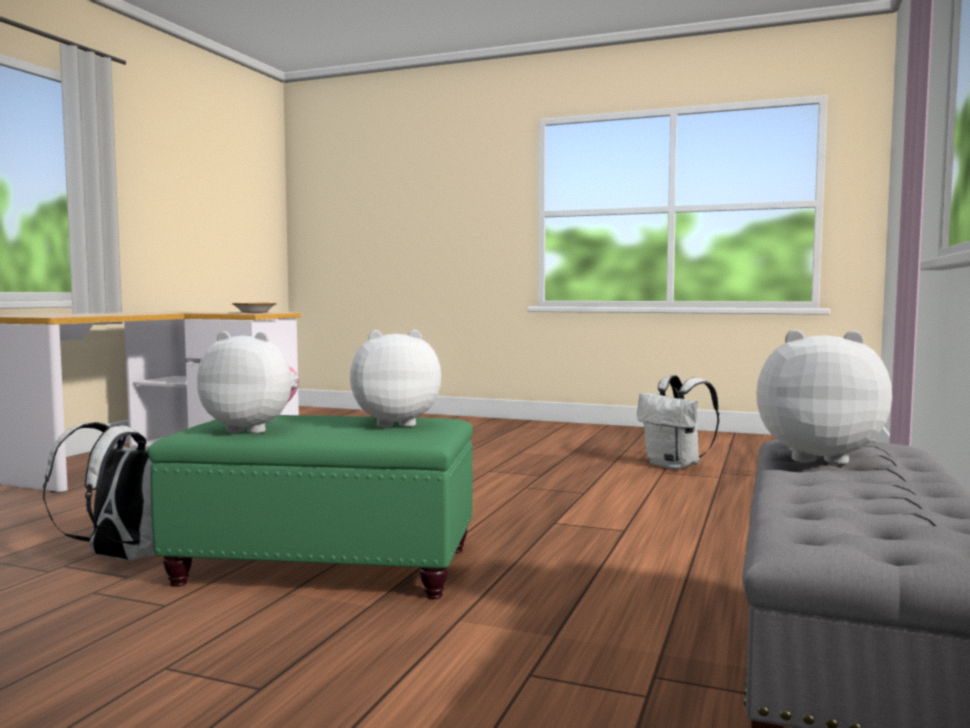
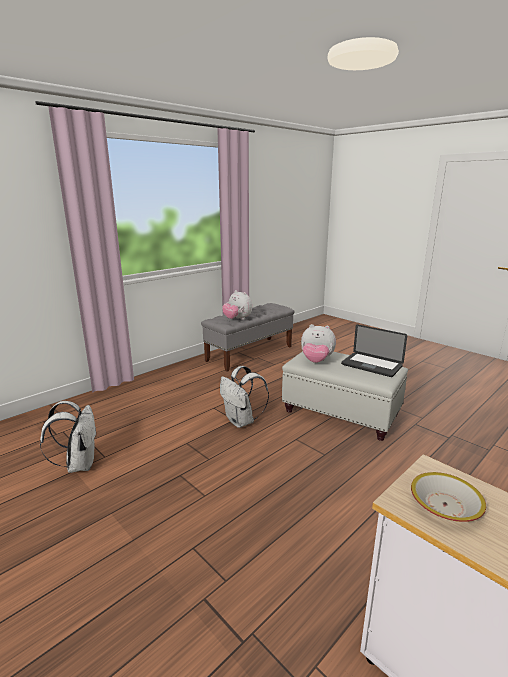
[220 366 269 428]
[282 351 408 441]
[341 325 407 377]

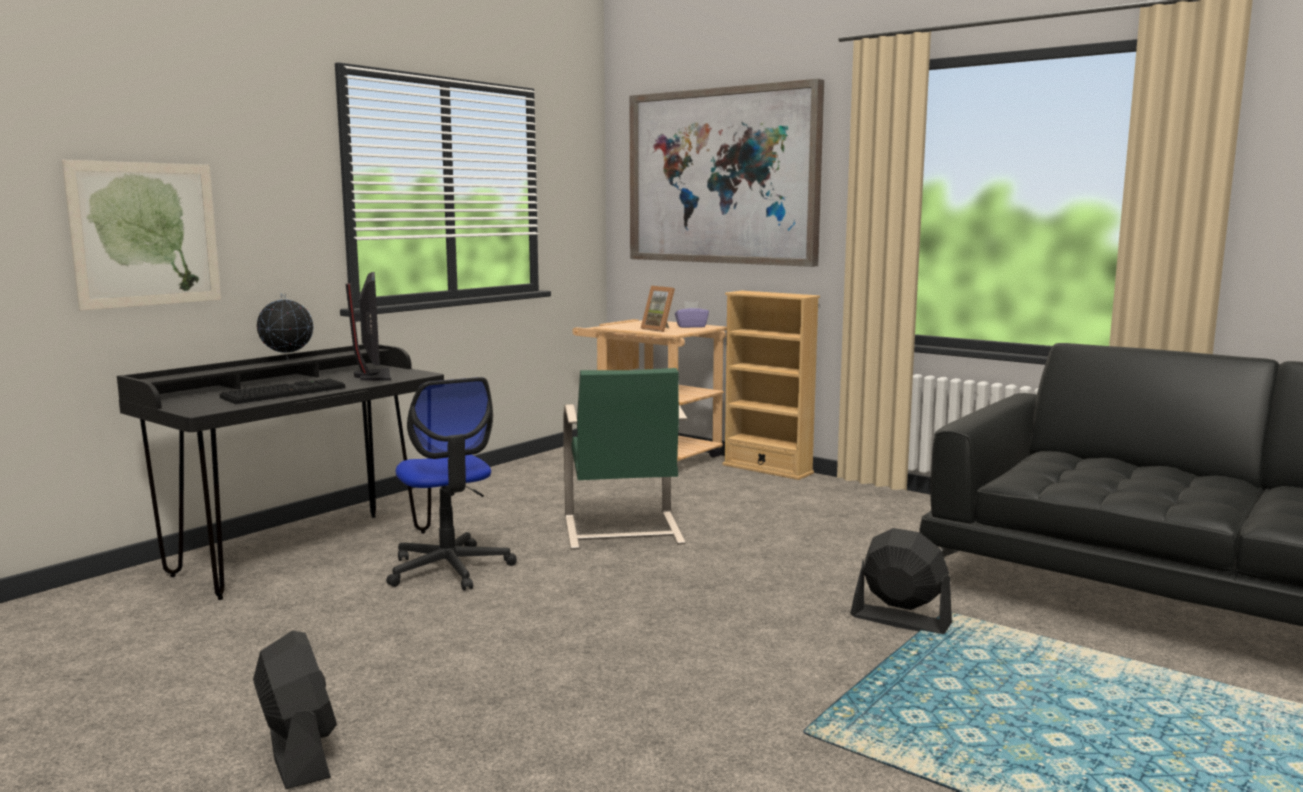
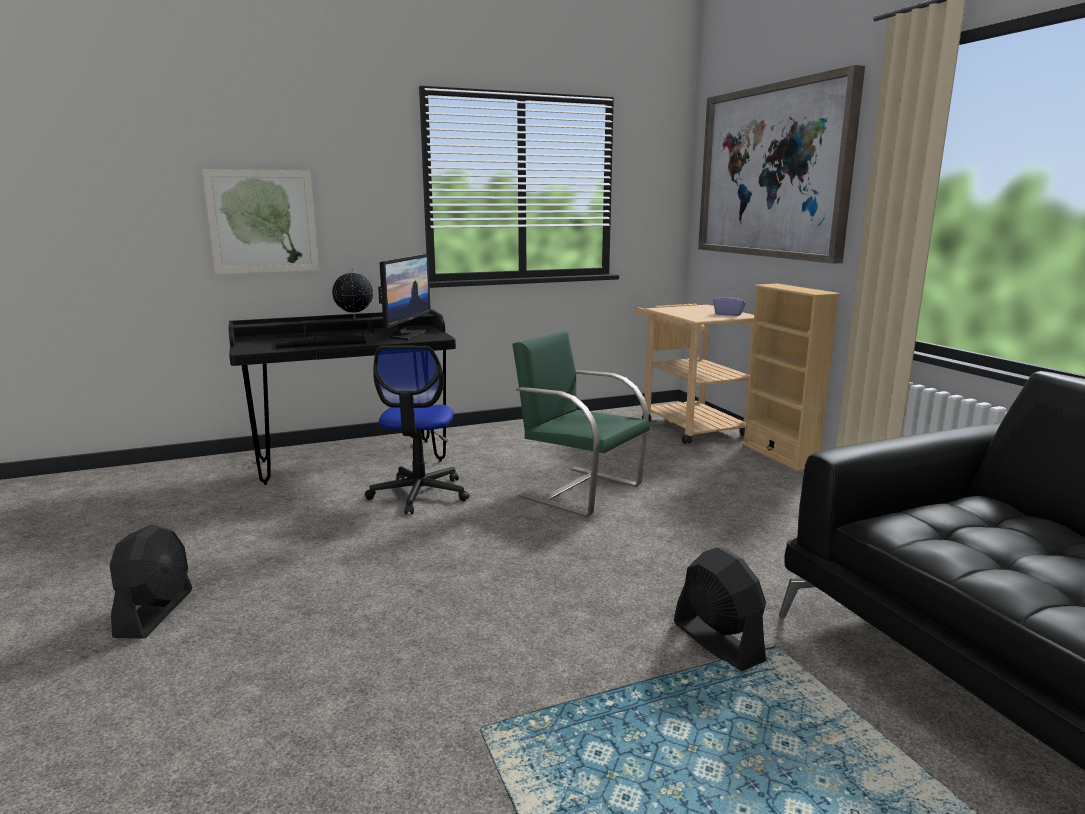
[512 331 650 517]
[641 286 675 332] (first image)

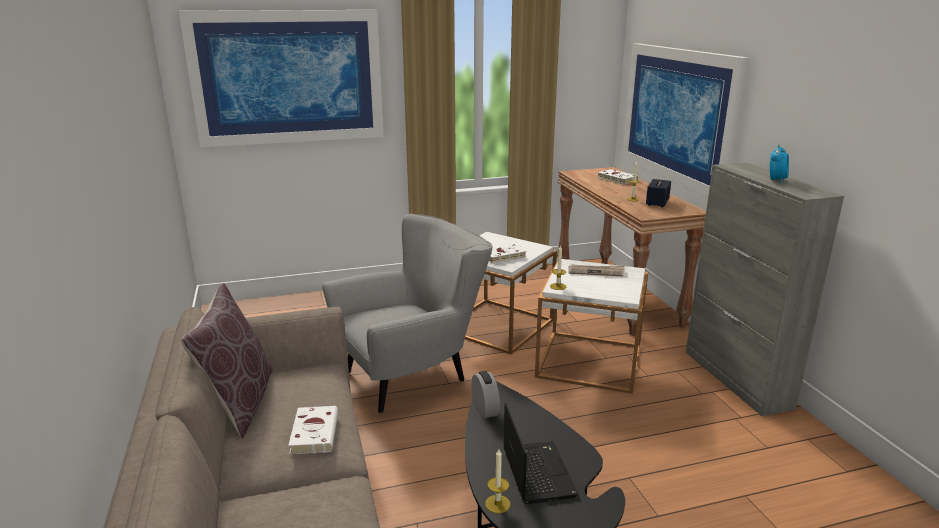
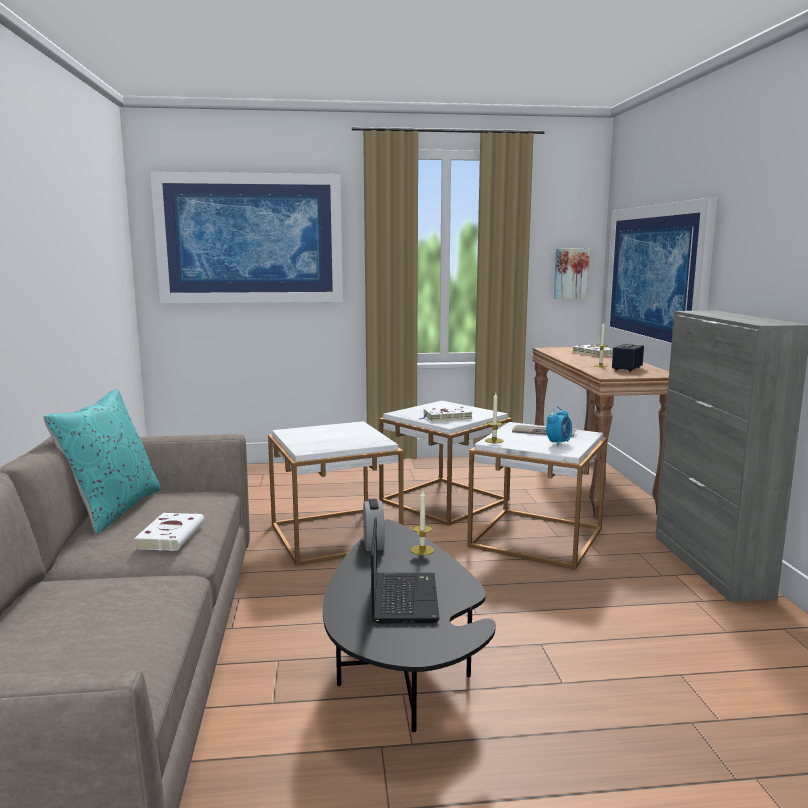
[43 389 161 535]
[268 421 403 566]
[411 491 434 555]
[546 406 572 447]
[554 248 590 299]

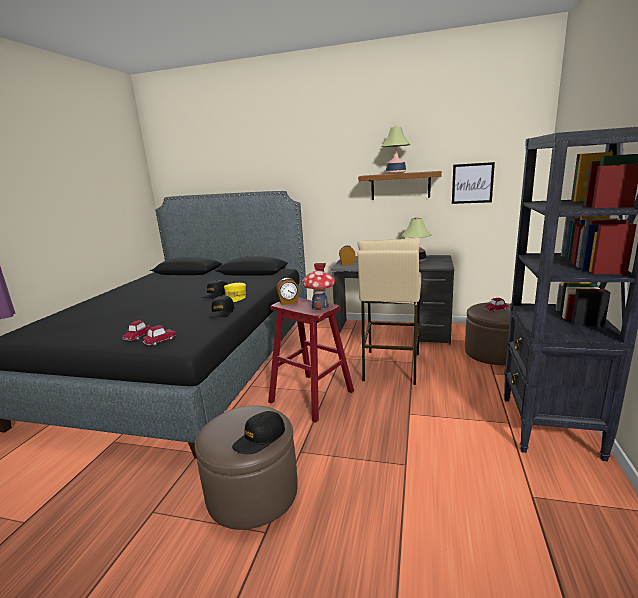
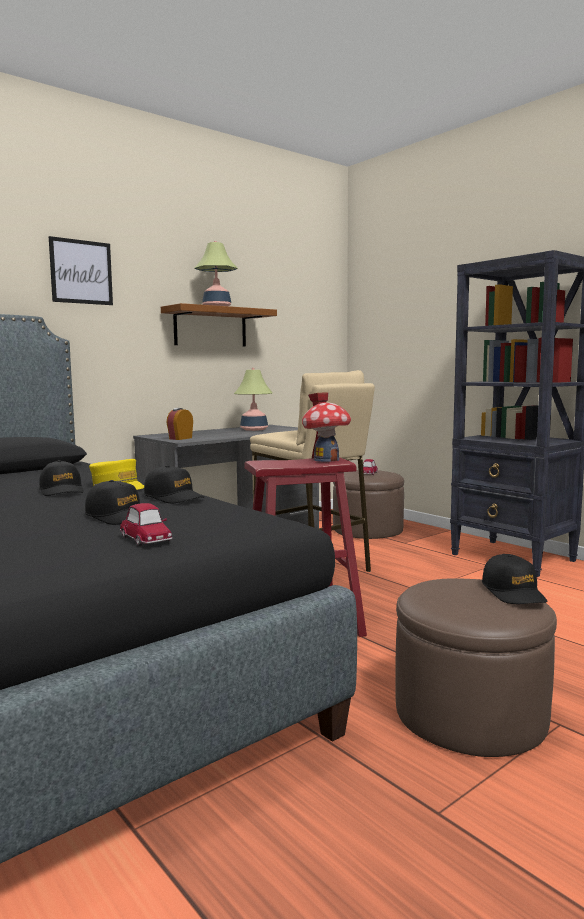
[143 325 176 346] (first image)
[276 278 299 305] (first image)
[49 236 113 305]
[85 480 140 525]

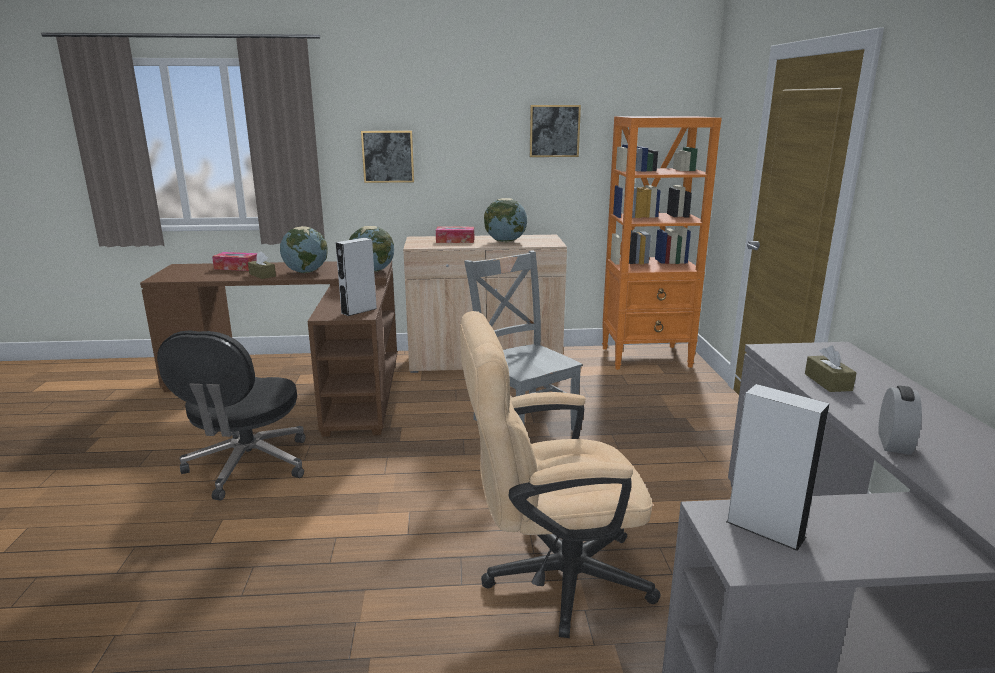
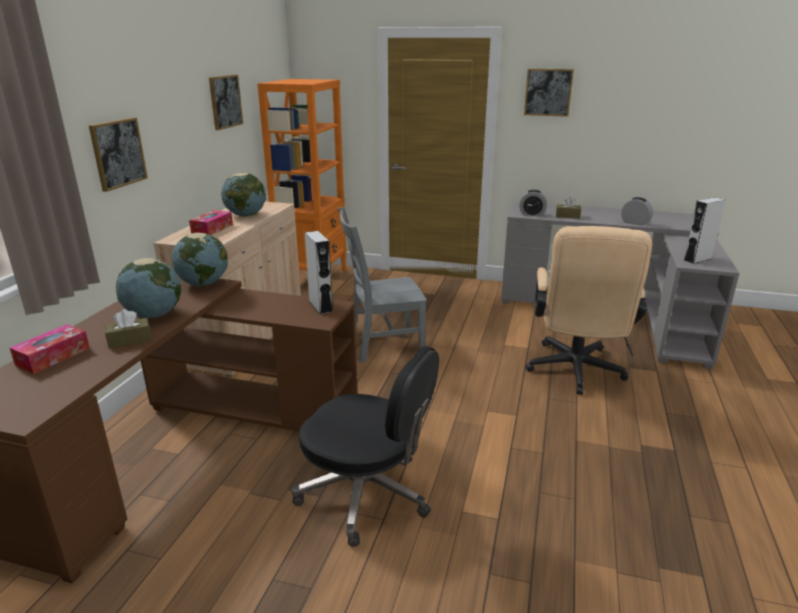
[519 190 547 216]
[524 69 574 117]

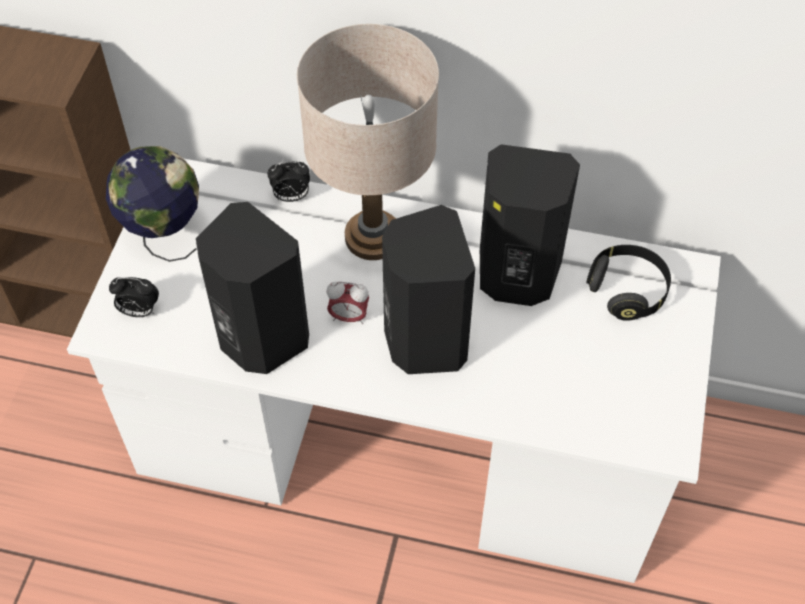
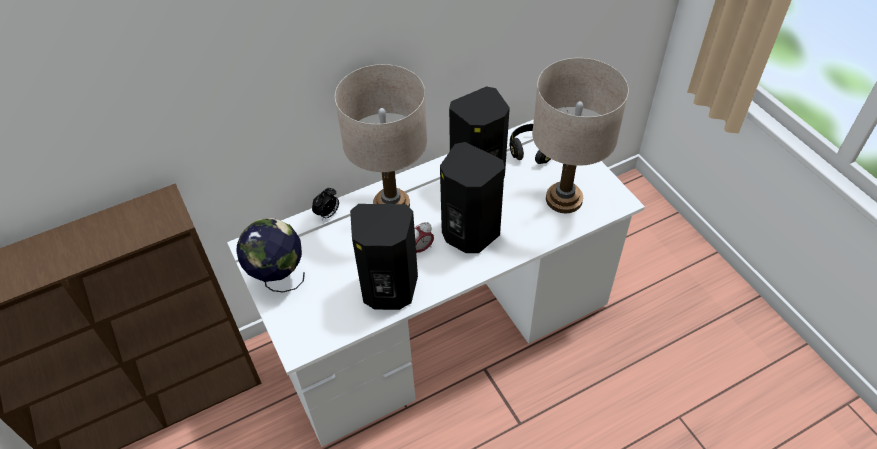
[109 277 159 317] (first image)
[532 58 629 213]

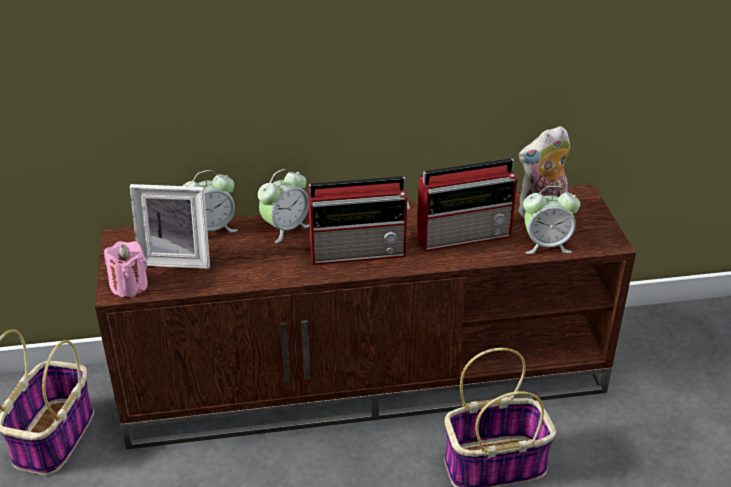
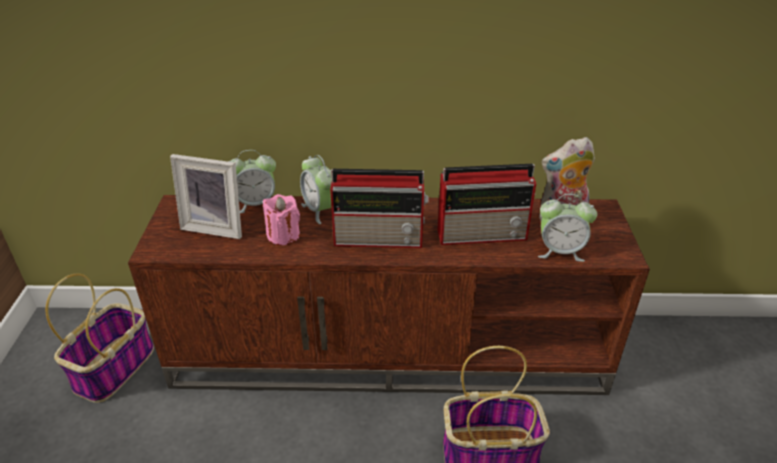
[263 194 300 245]
[300 155 332 224]

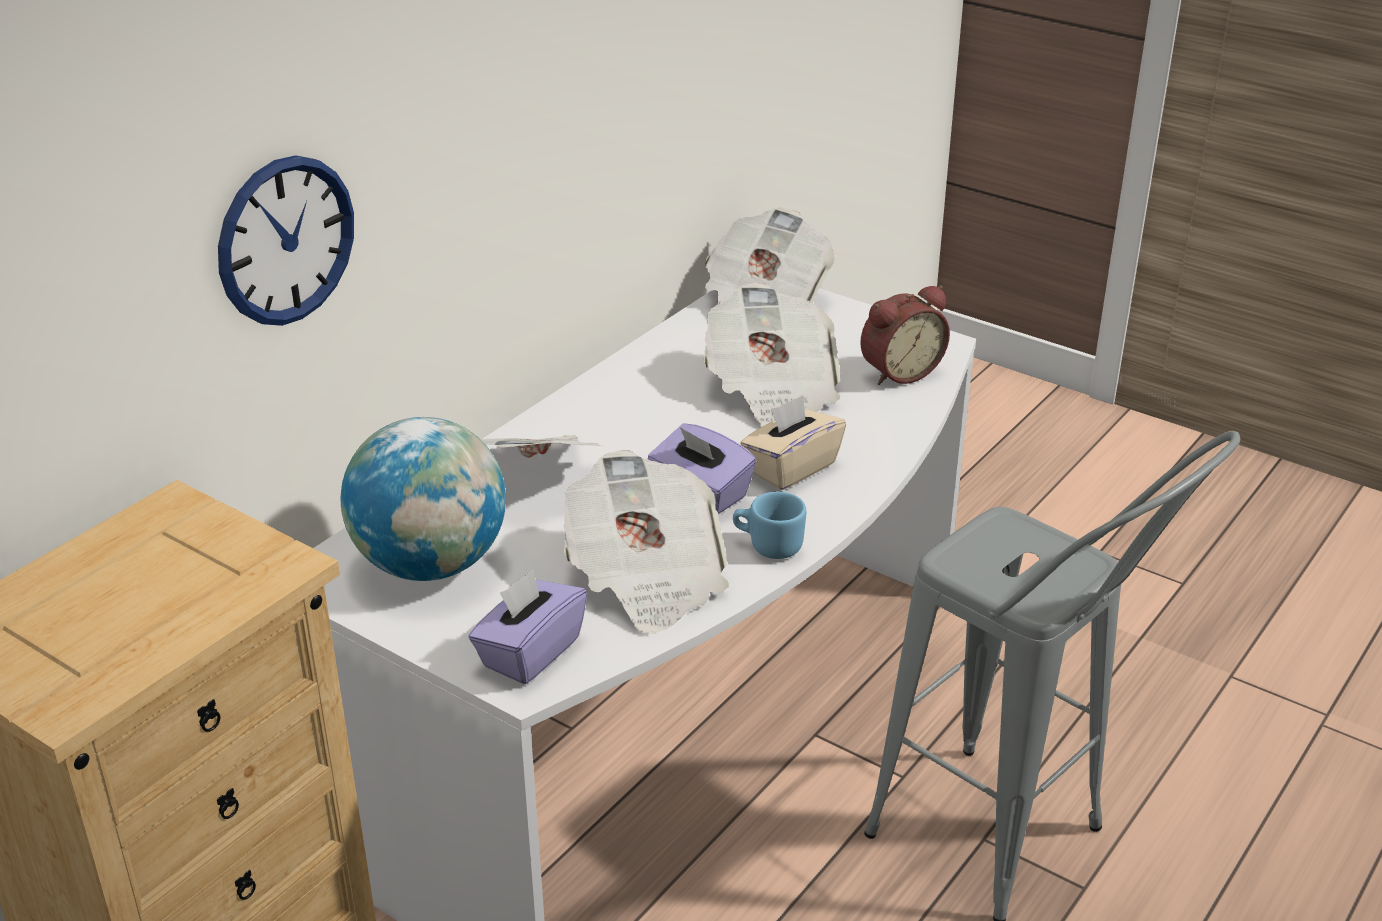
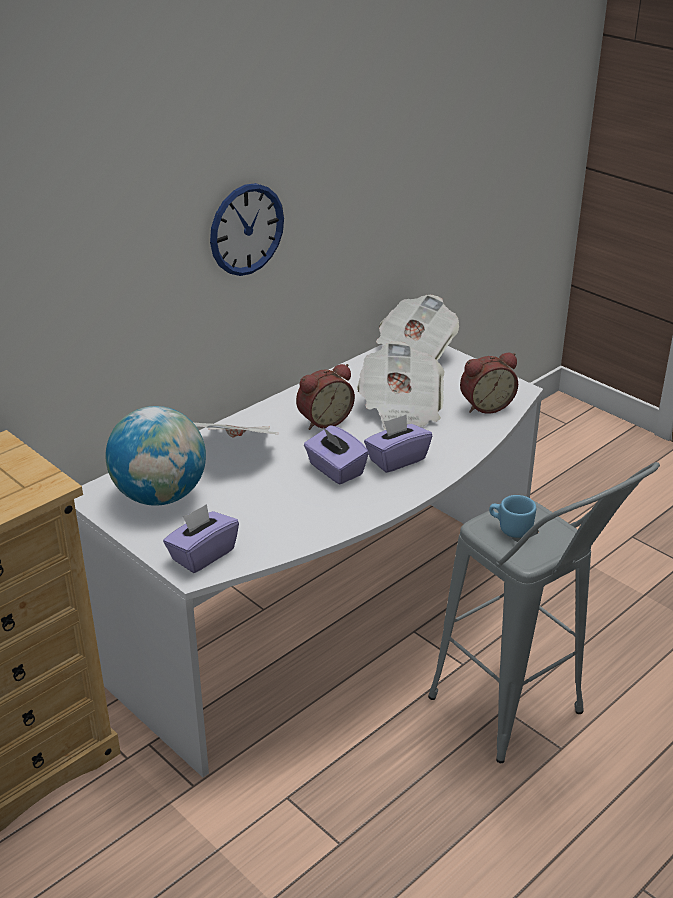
[210 183 284 276]
[564 450 729 634] (first image)
[489 495 536 538]
[364 415 432 473]
[296 364 355 430]

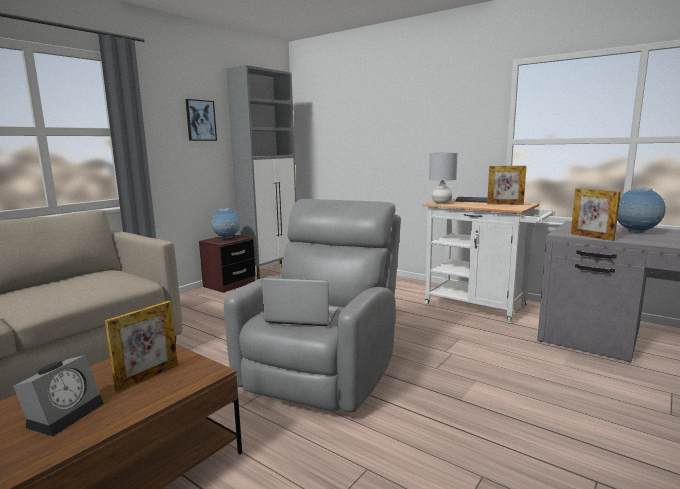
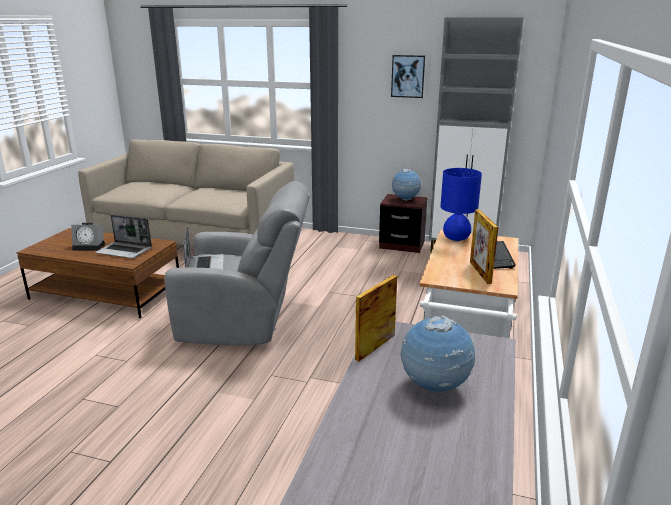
[95 215 152 258]
[440 168 482 241]

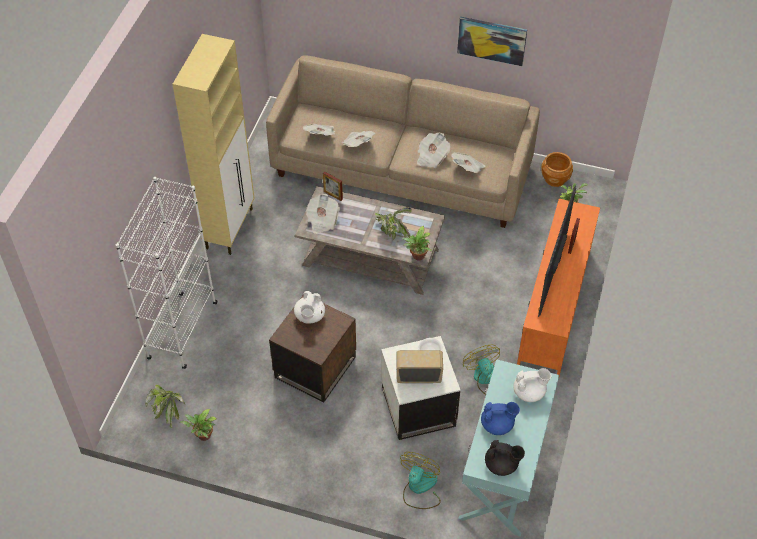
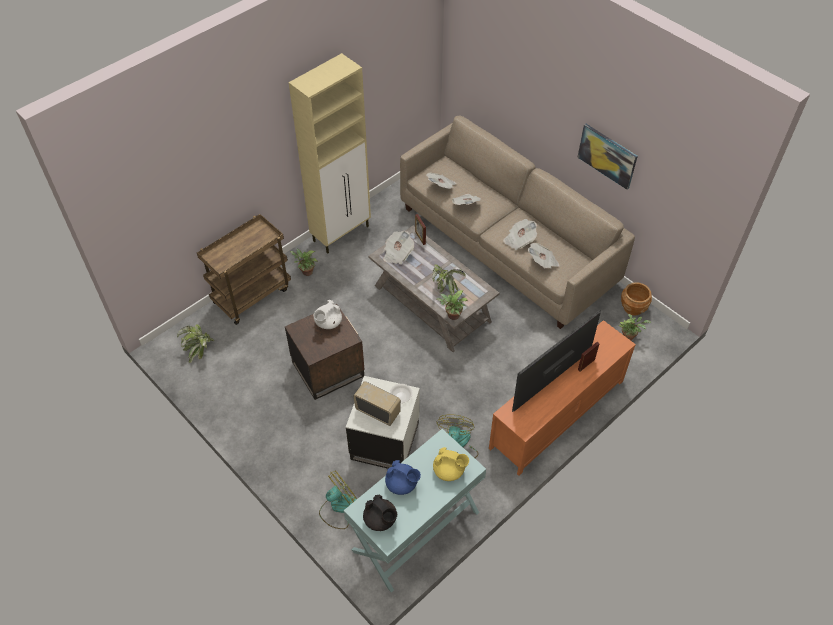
[197 214 291 325]
[290 249 318 276]
[433 447 469 481]

